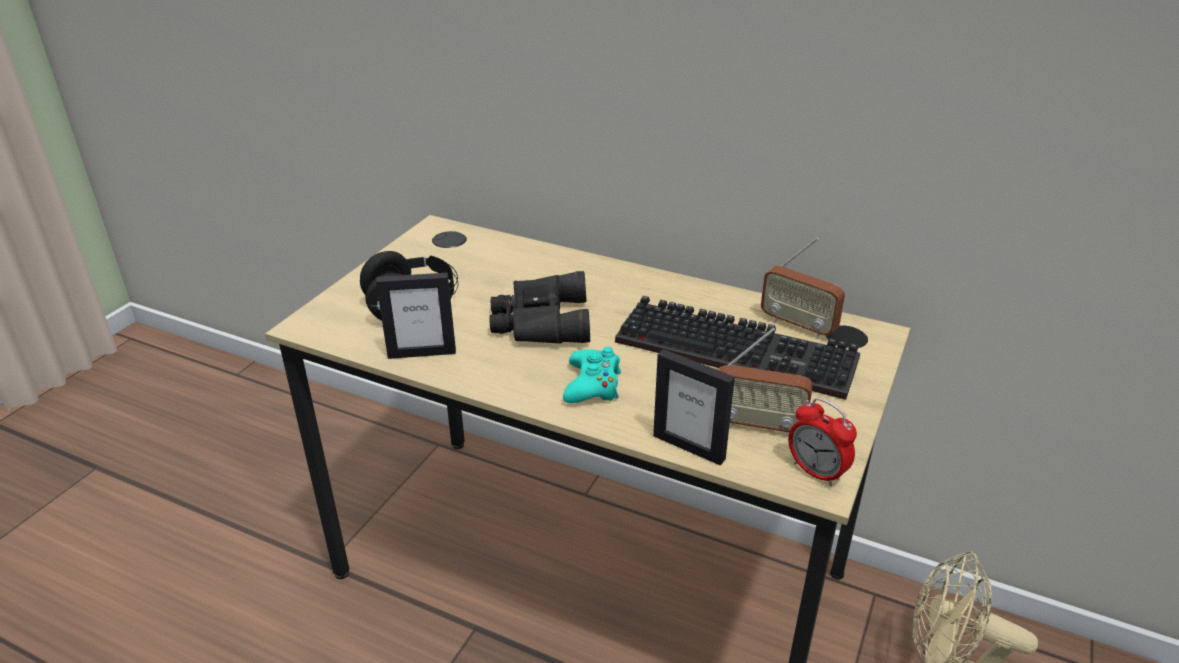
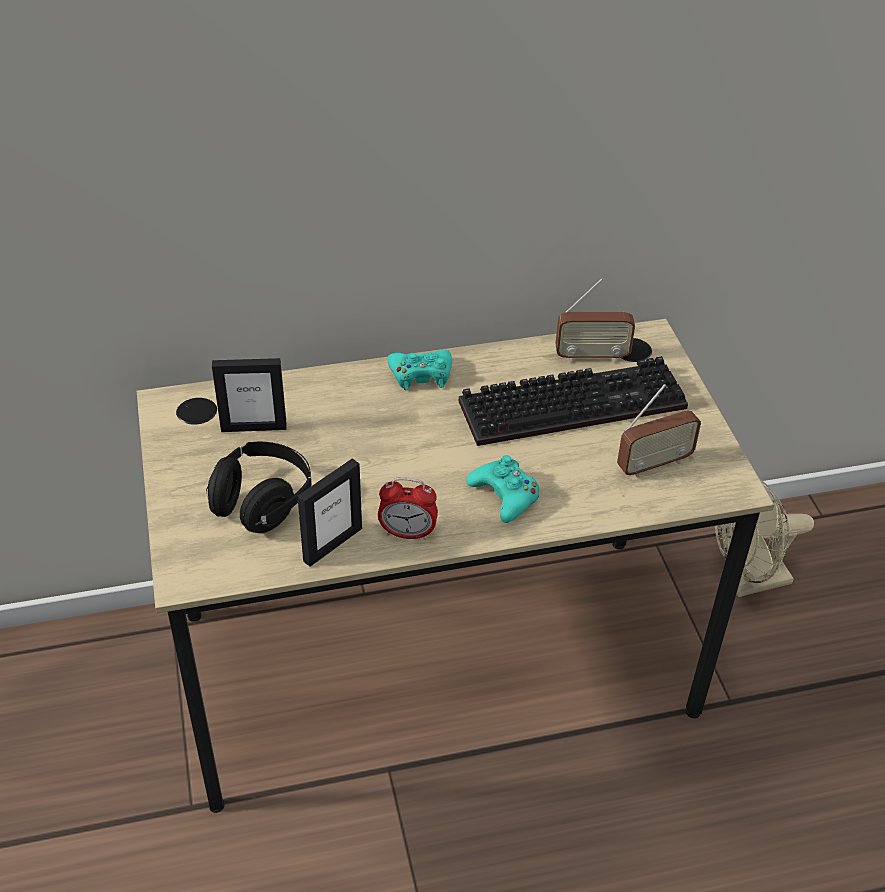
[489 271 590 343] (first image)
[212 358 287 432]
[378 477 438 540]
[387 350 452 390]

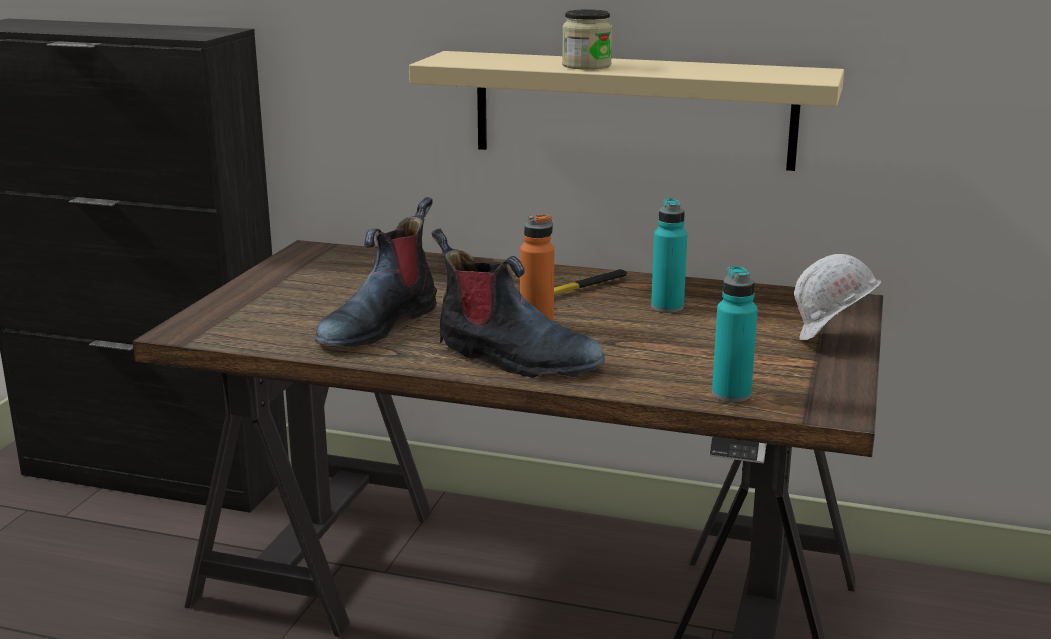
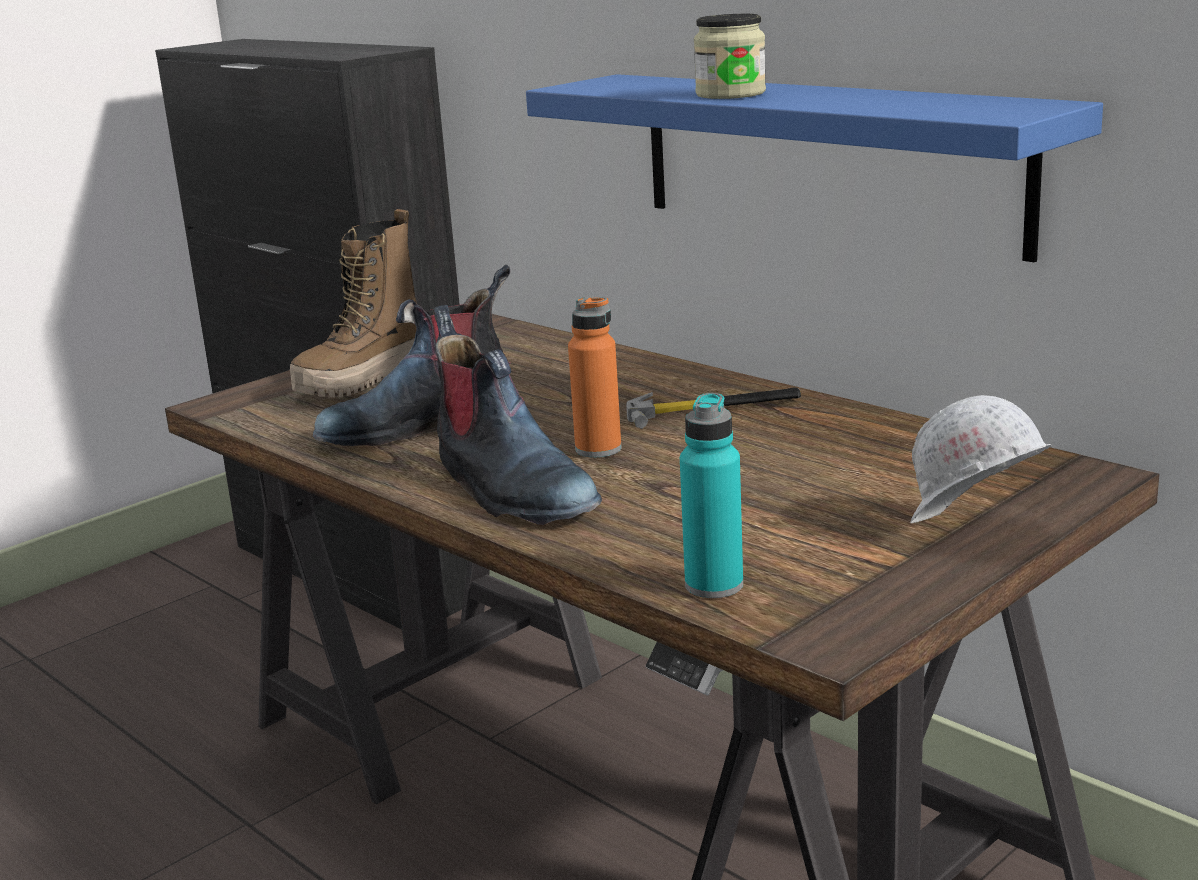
[526 74 1103 262]
[651 198 687 313] (first image)
[290 209 417 398]

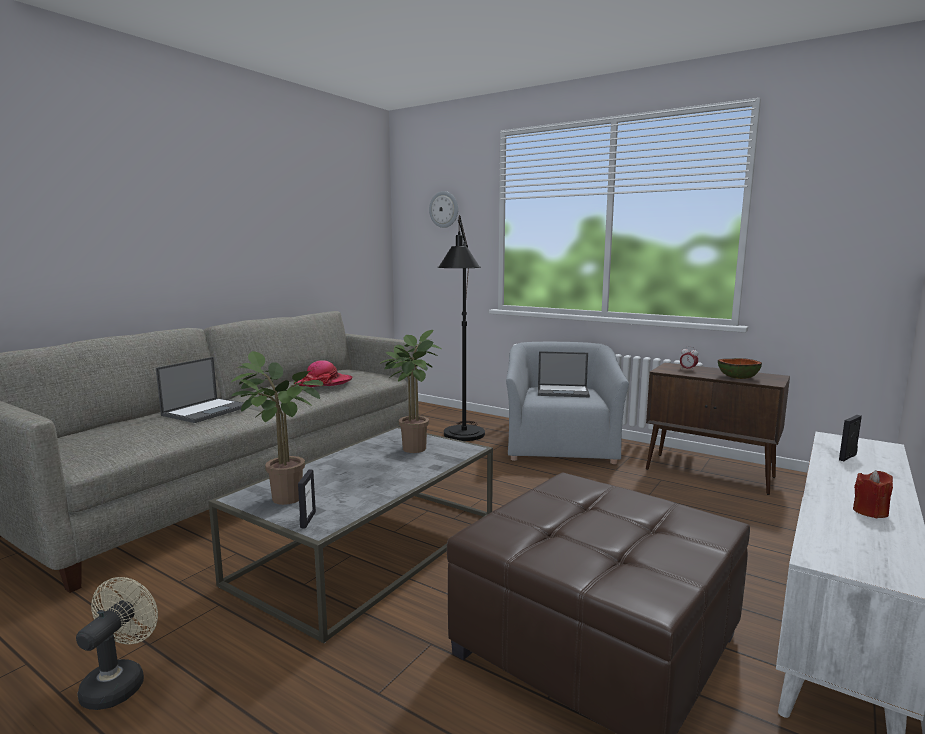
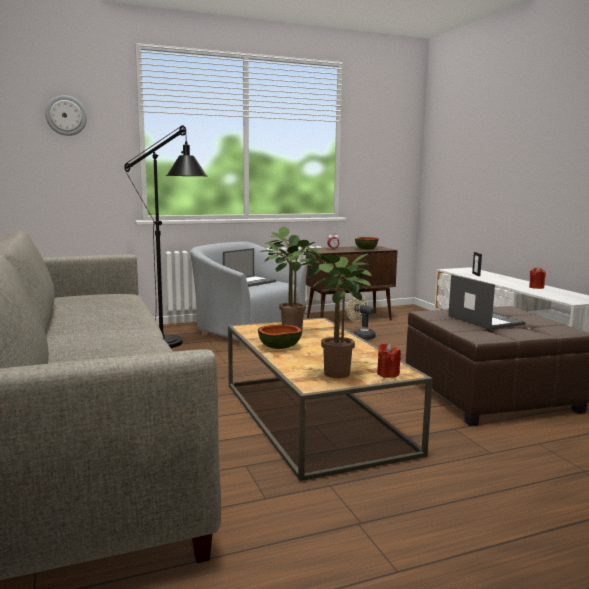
[346 294 376 340]
[448 275 526 330]
[228 318 433 482]
[293 360 353 387] (first image)
[377 343 401 378]
[258 324 302 349]

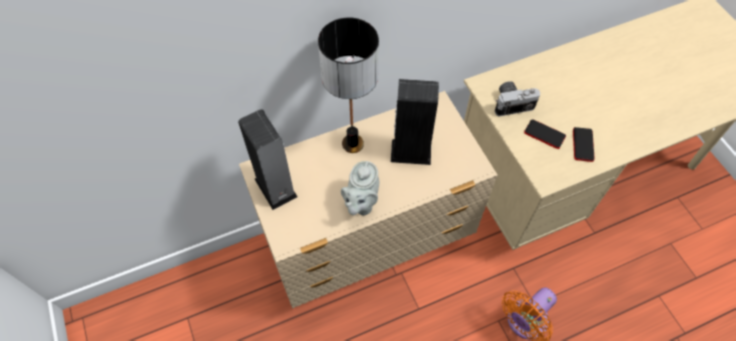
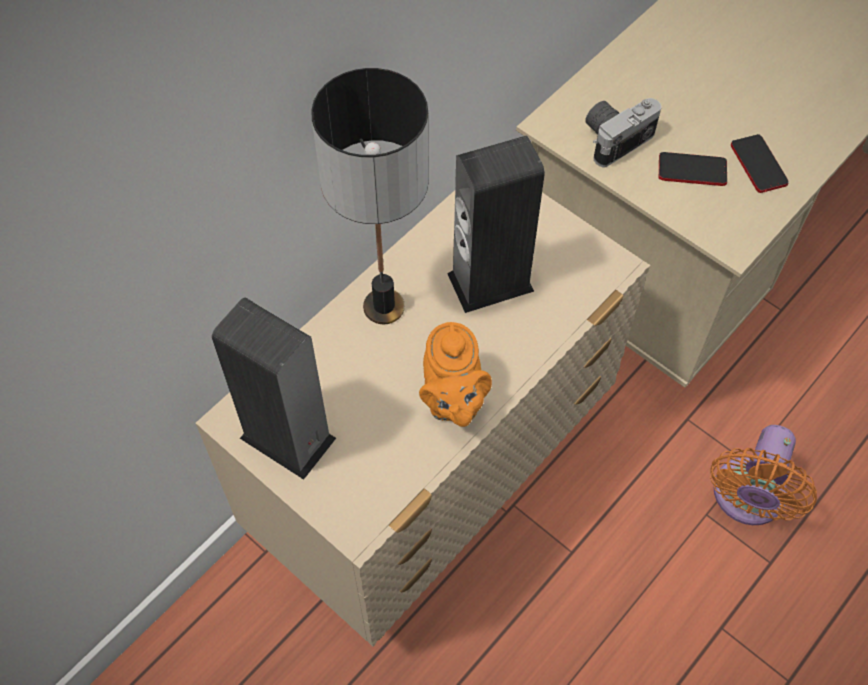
[419 322 492 427]

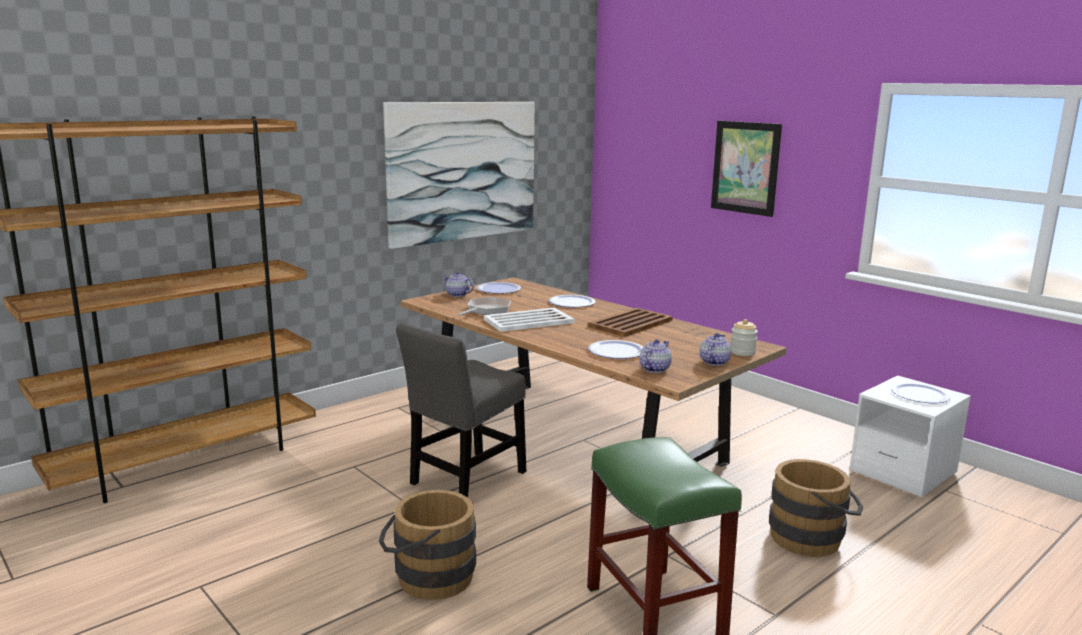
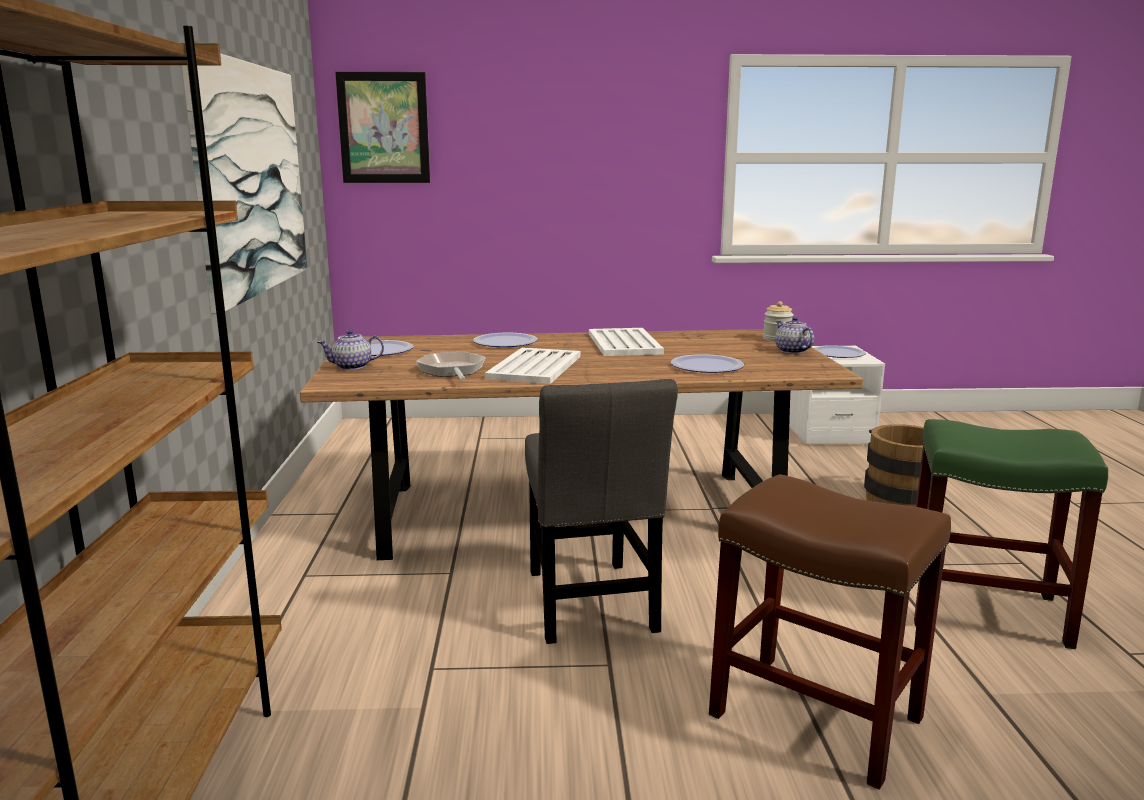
[709 474 951 790]
[589 328 664 356]
[639 339 672 373] (first image)
[335 72 430 183]

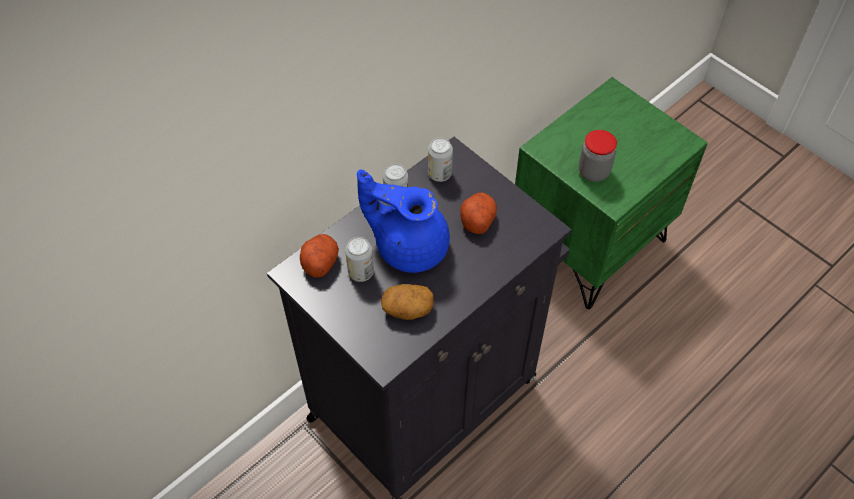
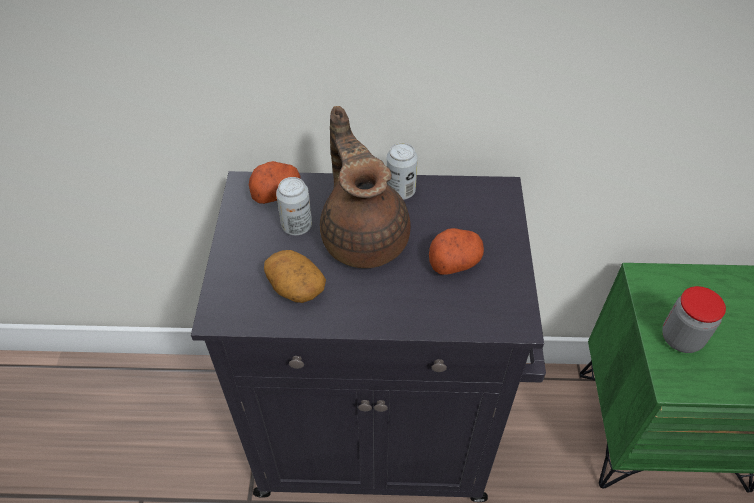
[320 106 411 268]
[428 137 453 182] (first image)

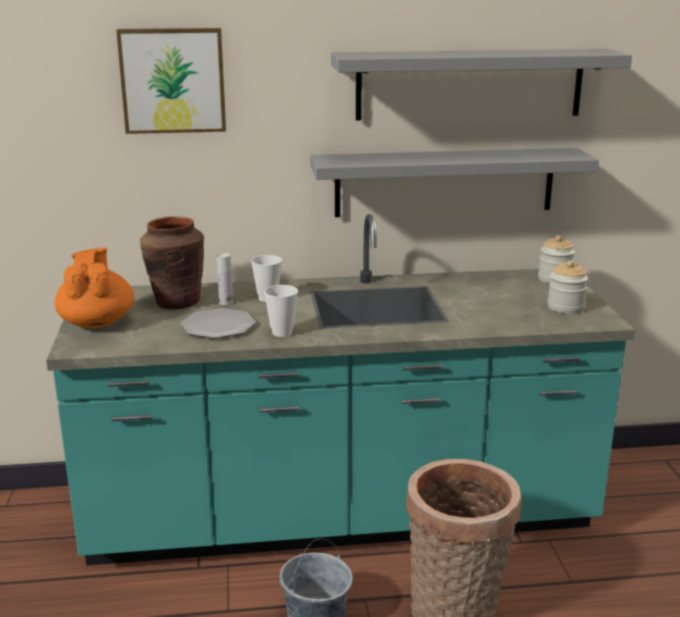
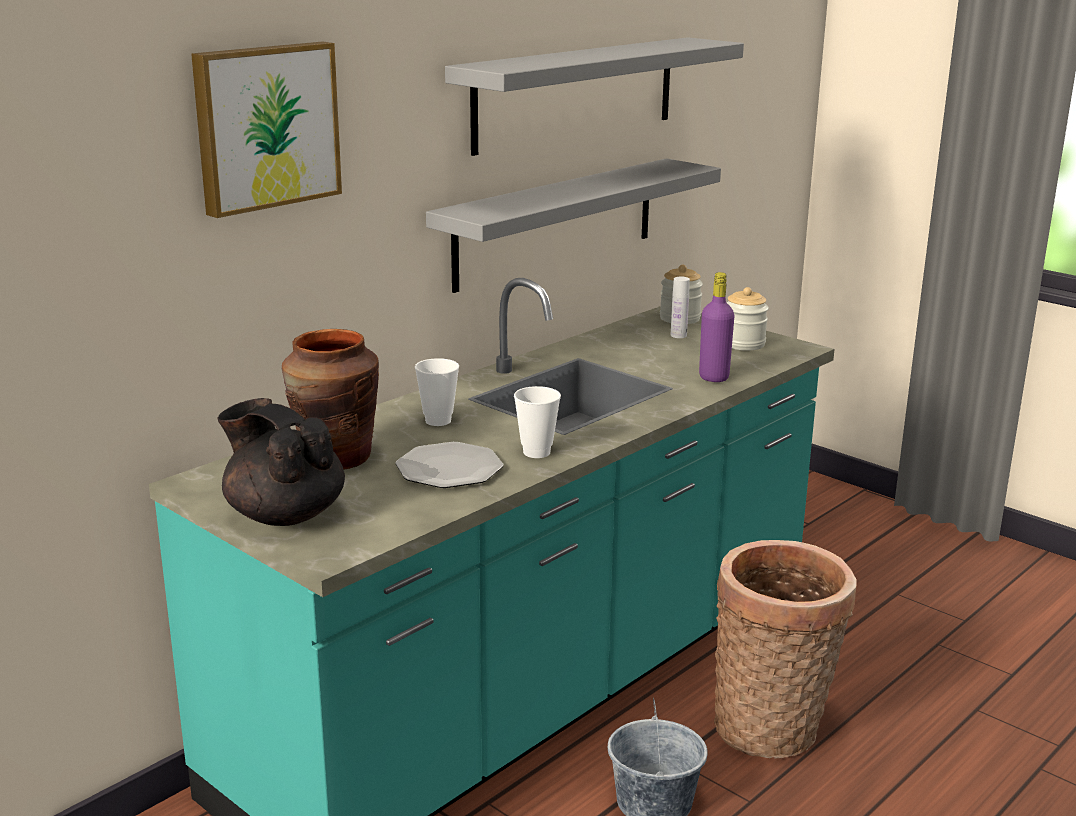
[218 398 345 526]
[671 277 690 338]
[699 272 734 382]

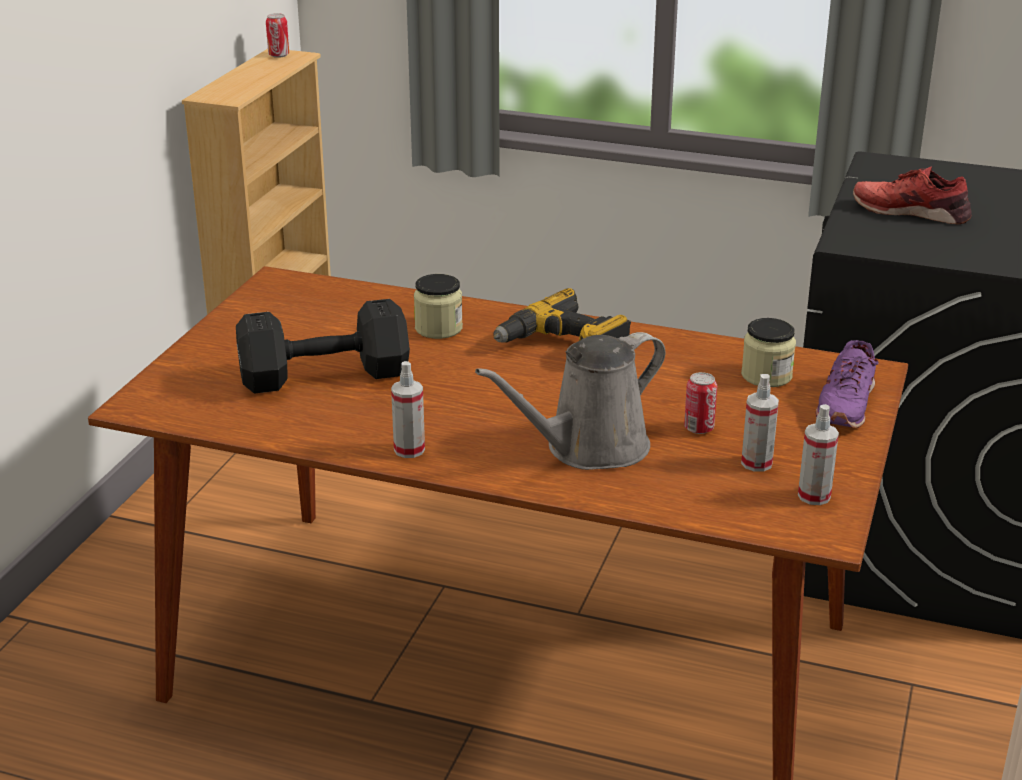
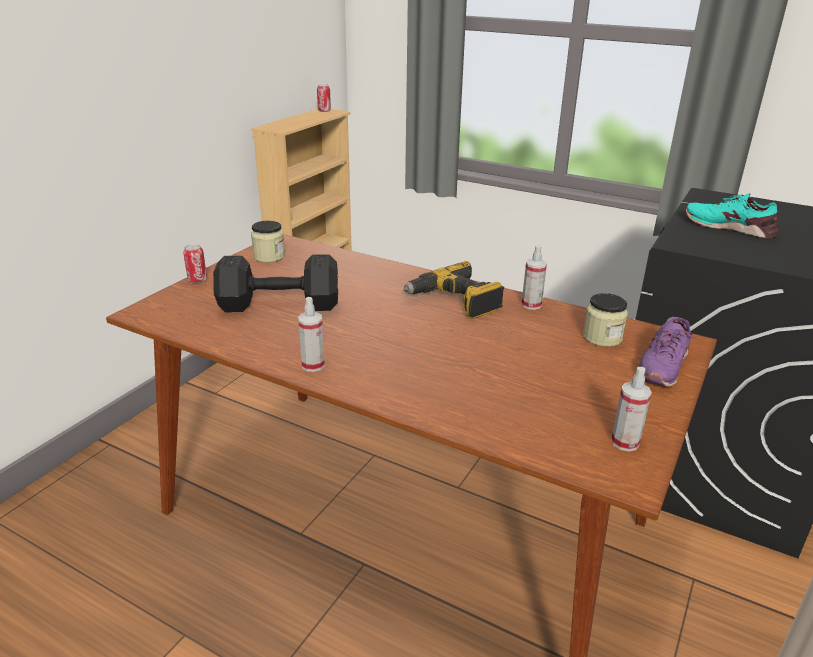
[251 221 285 263]
[475 332 666 470] (first image)
[183 244 207 283]
[522 245 547 310]
[686 193 779 238]

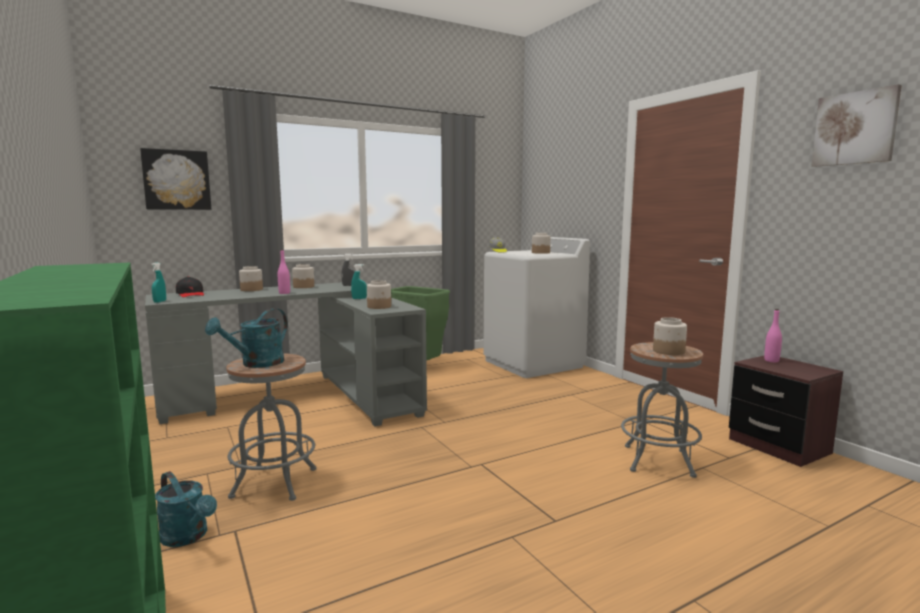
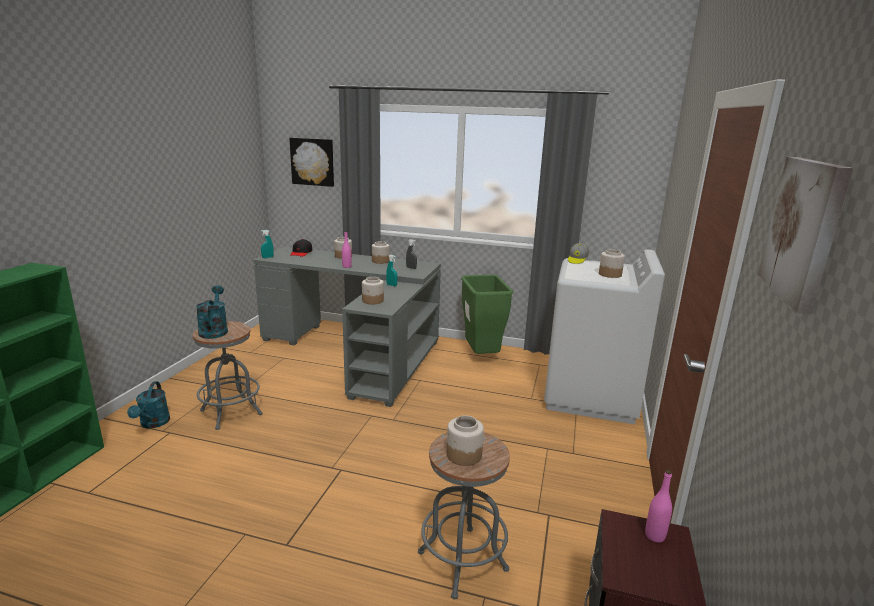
[196 285 228 339]

